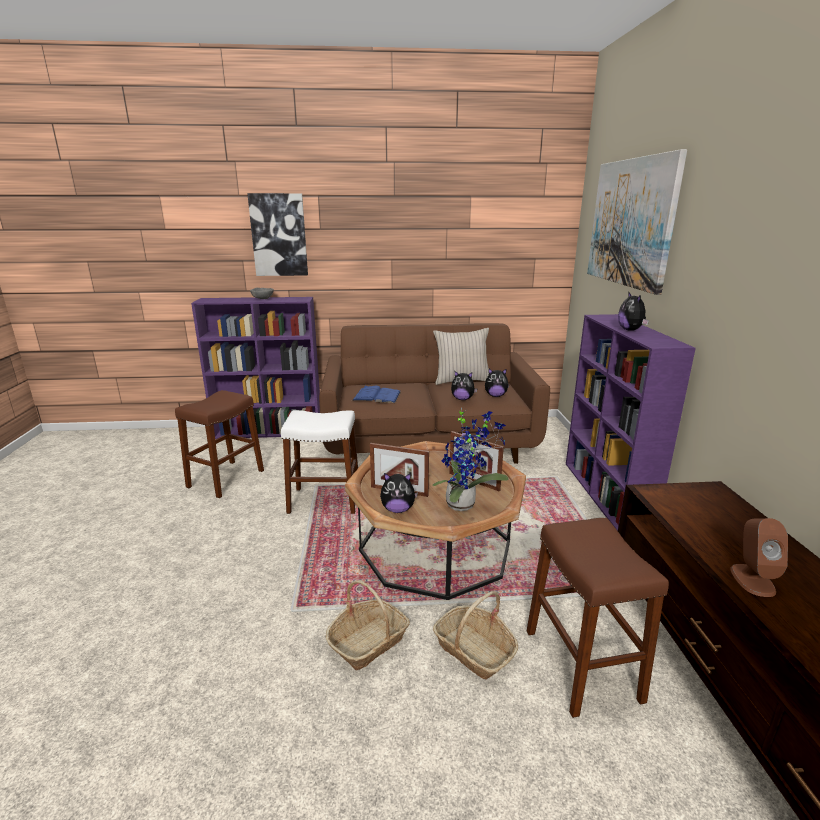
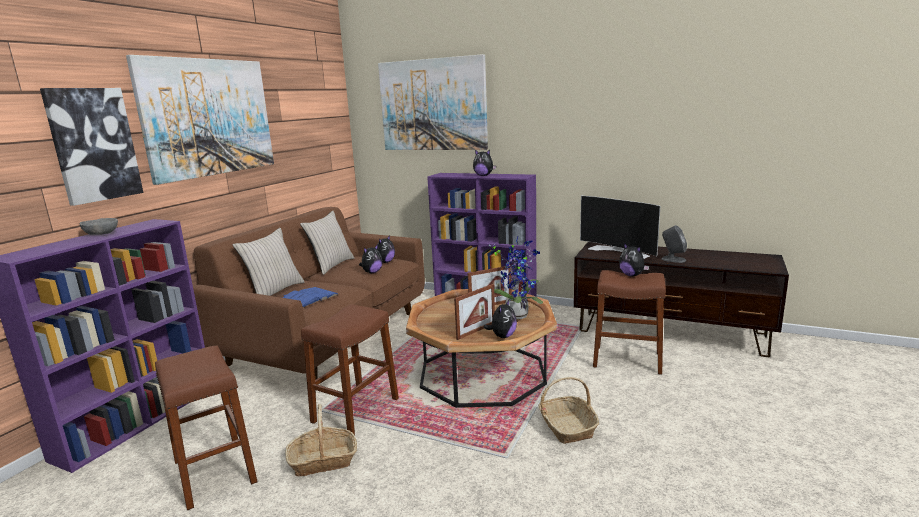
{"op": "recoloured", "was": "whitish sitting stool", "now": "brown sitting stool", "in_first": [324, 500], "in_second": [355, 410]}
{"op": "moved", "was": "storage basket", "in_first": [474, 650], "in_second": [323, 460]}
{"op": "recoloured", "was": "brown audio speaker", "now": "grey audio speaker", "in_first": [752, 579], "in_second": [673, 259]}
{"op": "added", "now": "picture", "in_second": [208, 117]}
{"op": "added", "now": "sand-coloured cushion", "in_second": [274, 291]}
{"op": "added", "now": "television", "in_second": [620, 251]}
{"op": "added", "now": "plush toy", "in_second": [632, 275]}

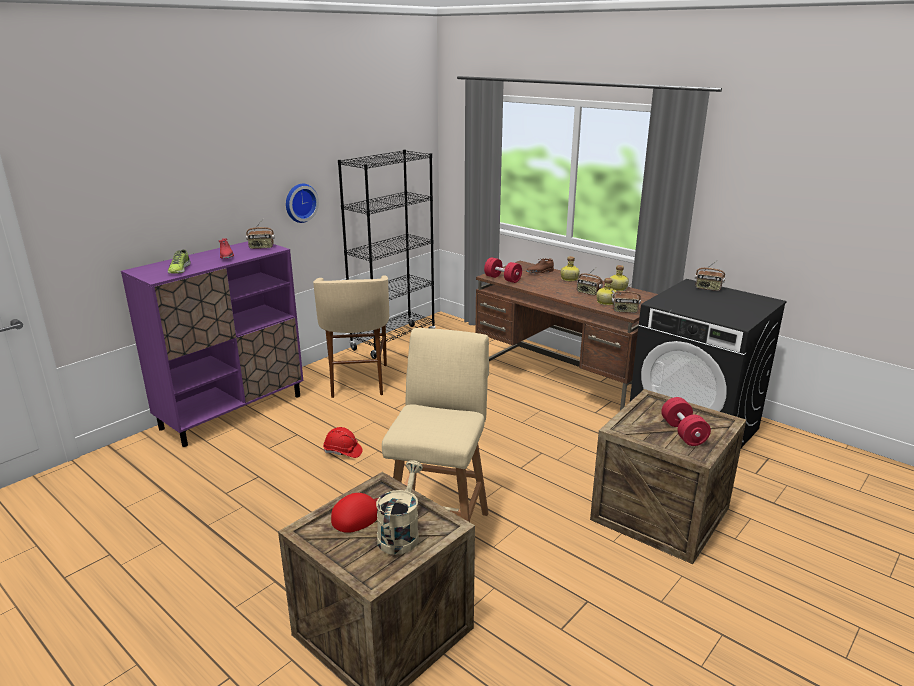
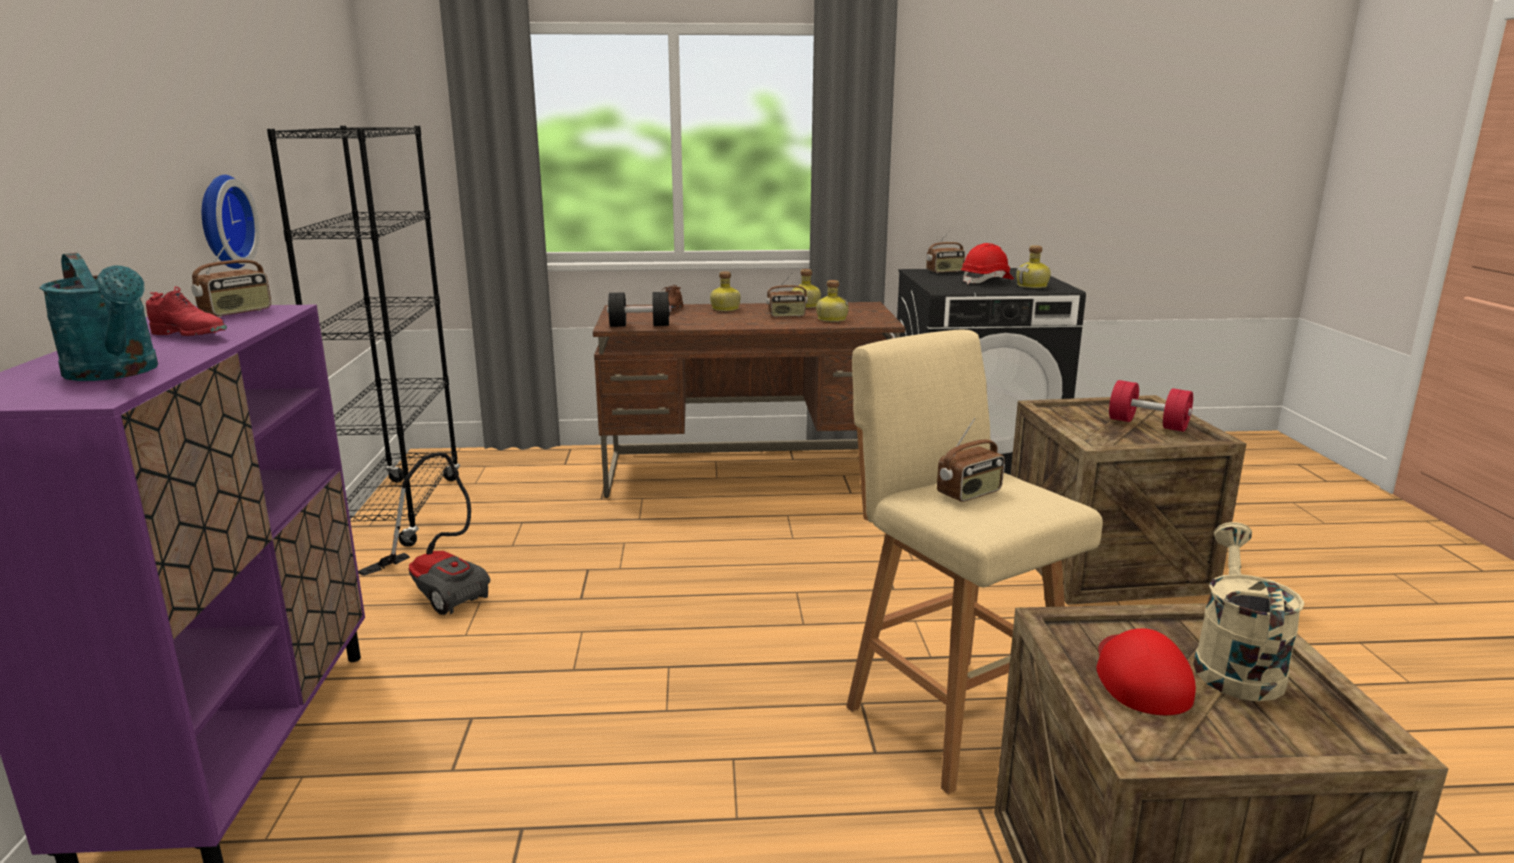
{"op": "replaced", "was": "shoe", "now": "turquoise watering pot", "in_first": [179, 269], "in_second": [117, 373]}
{"op": "replaced", "was": "sand-coloured sitting stool", "now": "vacuum", "in_first": [357, 381], "in_second": [438, 588]}
{"op": "moved", "was": "red-coloured work helmet", "in_first": [343, 452], "in_second": [987, 281]}
{"op": "turned", "was": "sand-coloured watering pot", "in_first": [400, 533], "in_second": [1234, 664], "clockwise": 45}
{"op": "recoloured", "was": "red-coloured free weight", "now": "black-coloured free weight", "in_first": [502, 279], "in_second": [639, 325]}
{"op": "moved", "was": "radio", "in_first": [625, 311], "in_second": [969, 493]}
{"op": "added", "now": "beverage bottle", "in_second": [1033, 286]}

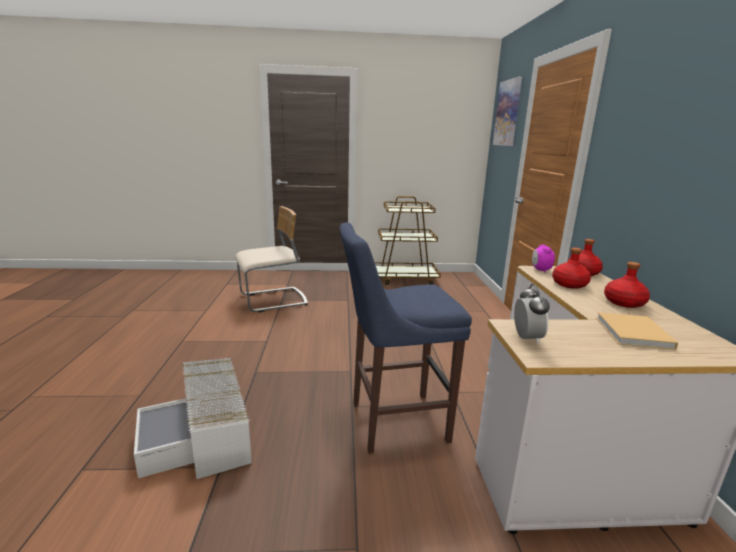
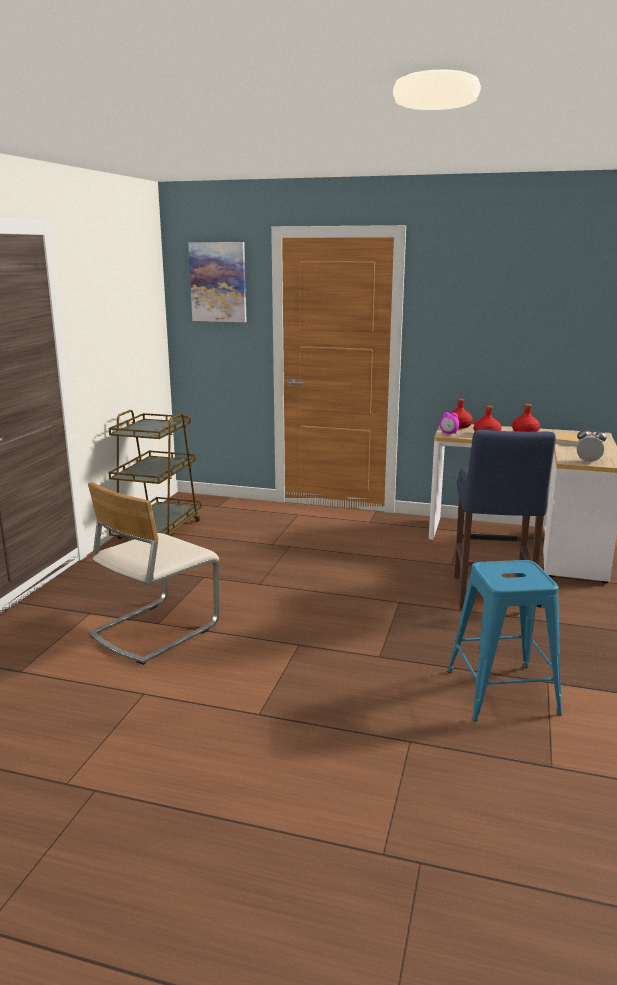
{"op": "replaced", "was": "whitish storage box", "now": "blue-coloured sitting stool", "in_first": [201, 436], "in_second": [501, 692]}
{"op": "turned", "was": "sand-coloured plain chair", "in_first": [273, 300], "in_second": [154, 630], "clockwise": -135}

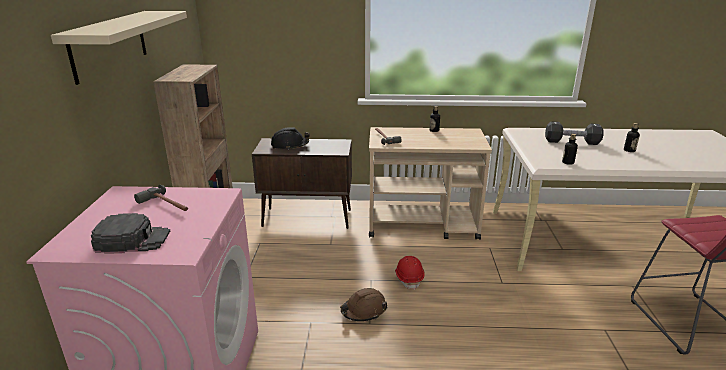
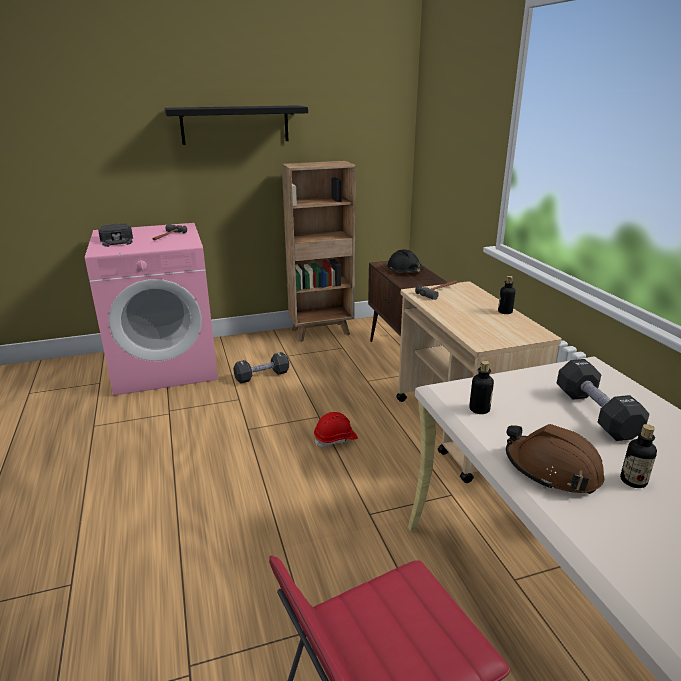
{"op": "recoloured", "was": "sand-coloured shelf", "now": "black-coloured shelf", "in_first": [110, 44], "in_second": [235, 124]}
{"op": "moved", "was": "brown work helmet", "in_first": [364, 311], "in_second": [552, 470]}
{"op": "added", "now": "black-coloured free weight", "in_second": [262, 376]}

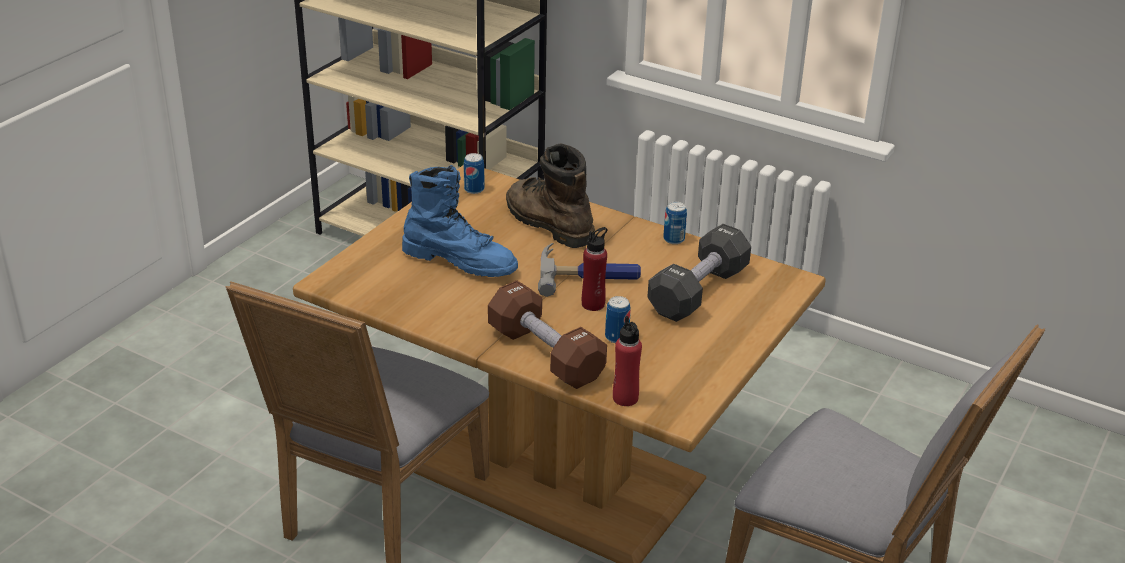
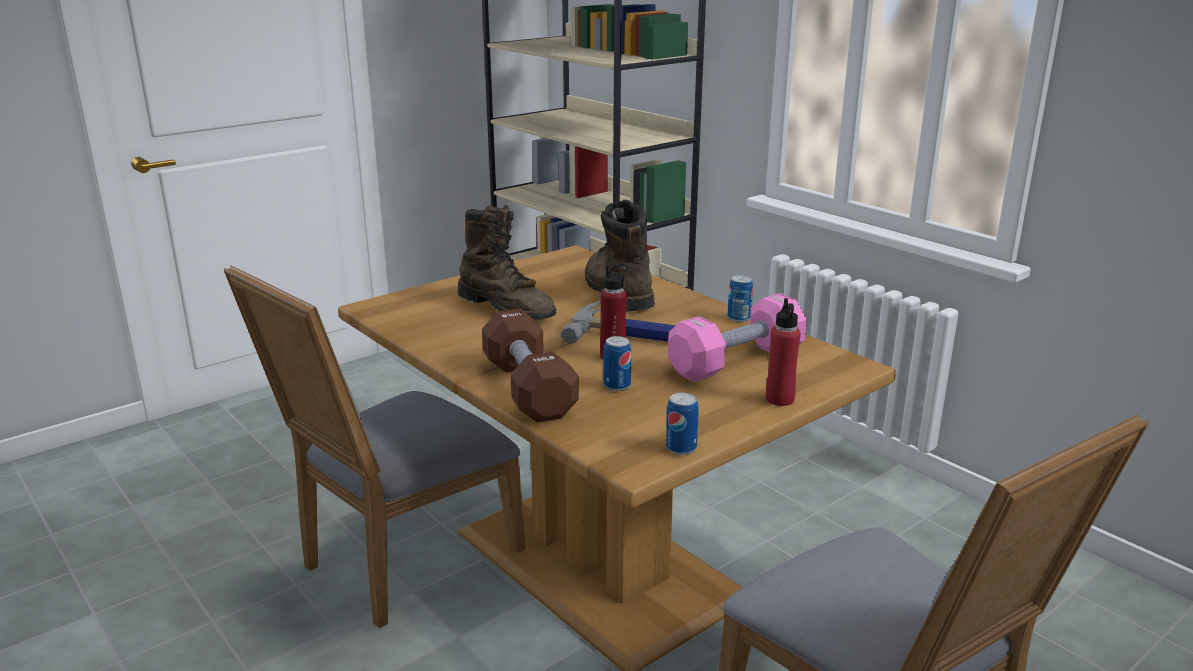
{"op": "recoloured", "was": "blue-coloured boot", "now": "brown boot", "in_first": [460, 261], "in_second": [507, 308]}
{"op": "moved", "was": "metal can", "in_first": [474, 189], "in_second": [681, 448]}
{"op": "moved", "was": "red-coloured beverage bottle", "in_first": [625, 398], "in_second": [779, 399]}
{"op": "recoloured", "was": "black-coloured free weight", "now": "pink-coloured free weight", "in_first": [698, 291], "in_second": [736, 361]}

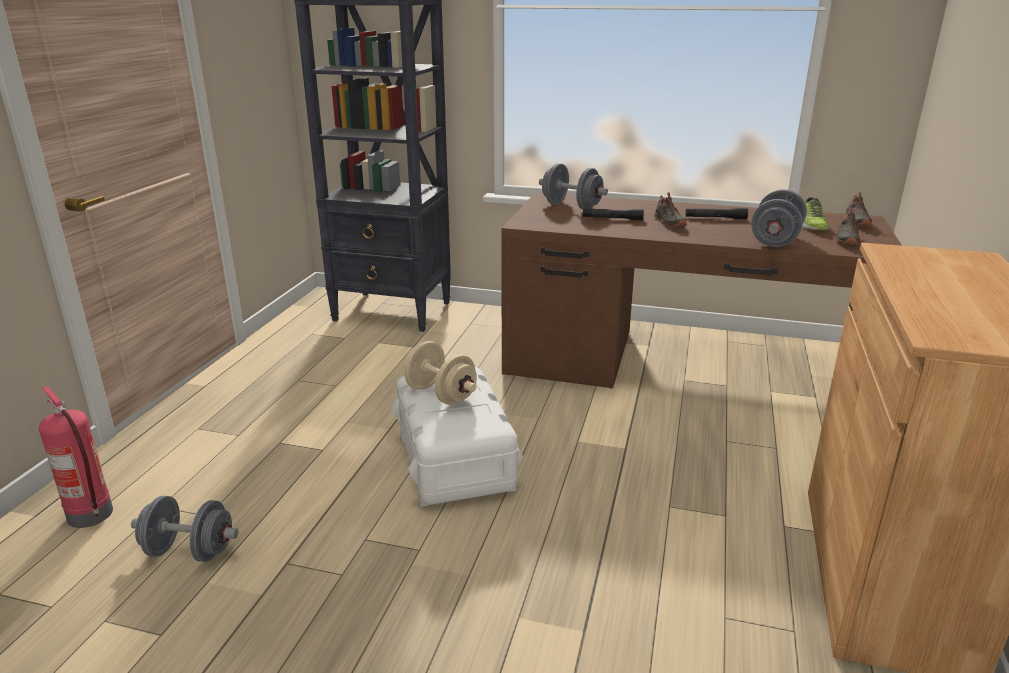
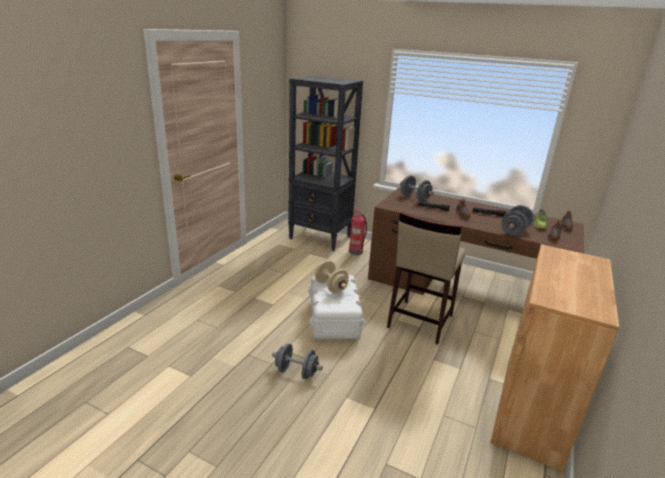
{"op": "moved", "was": "extinguisher", "in_first": [92, 515], "in_second": [356, 252]}
{"op": "moved", "was": "grey free weight", "in_first": [189, 551], "in_second": [296, 372]}
{"op": "added", "now": "sand-coloured sitting stool", "in_second": [419, 321]}

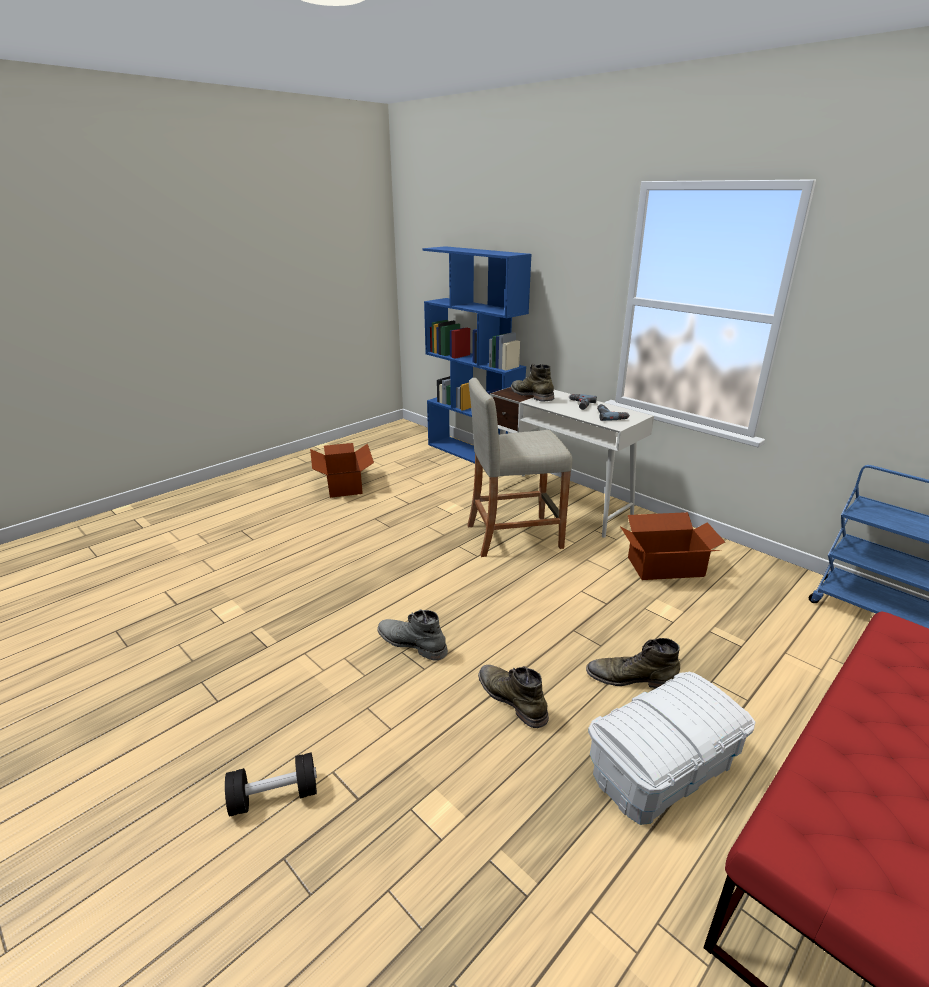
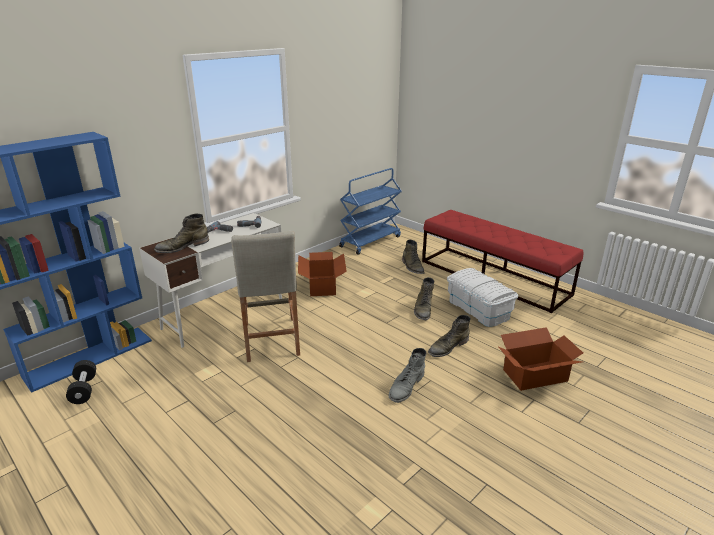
{"op": "moved", "was": "black-coloured free weight", "in_first": [274, 796], "in_second": [84, 389]}
{"op": "moved", "was": "cardboard box", "in_first": [344, 484], "in_second": [534, 375]}
{"op": "added", "now": "green boot", "in_second": [412, 267]}

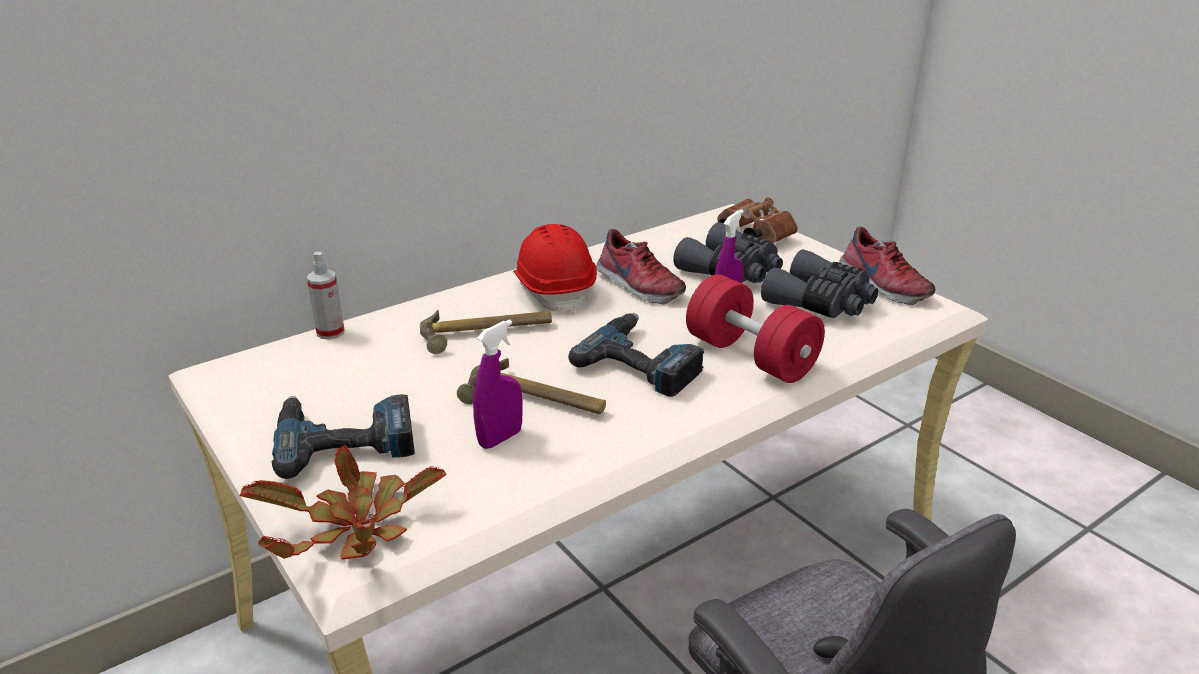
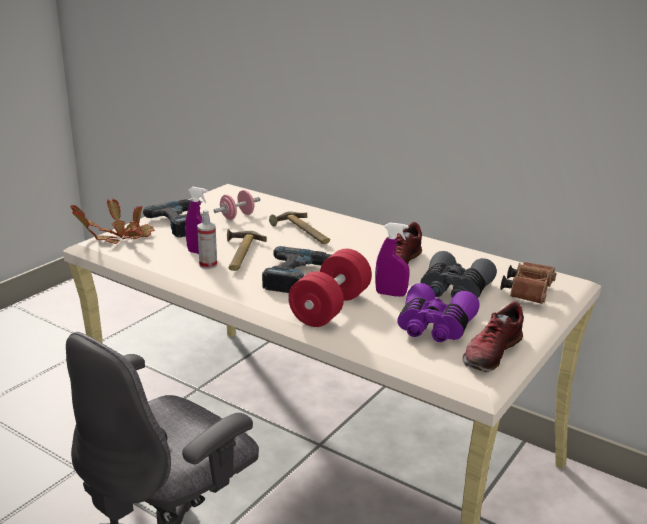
{"op": "moved", "was": "sprayer", "in_first": [330, 332], "in_second": [208, 265]}
{"op": "removed", "was": "red-coloured work helmet", "in_first": [554, 290]}
{"op": "recoloured", "was": "grey field glasses", "now": "purple-coloured field glasses", "in_first": [821, 303], "in_second": [434, 327]}
{"op": "added", "now": "pink-coloured free weight", "in_second": [237, 216]}

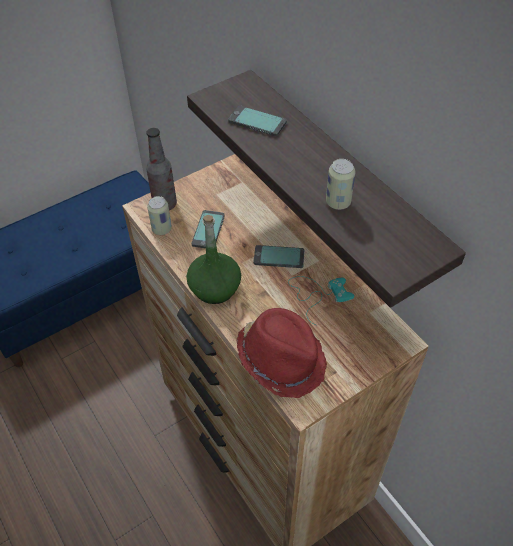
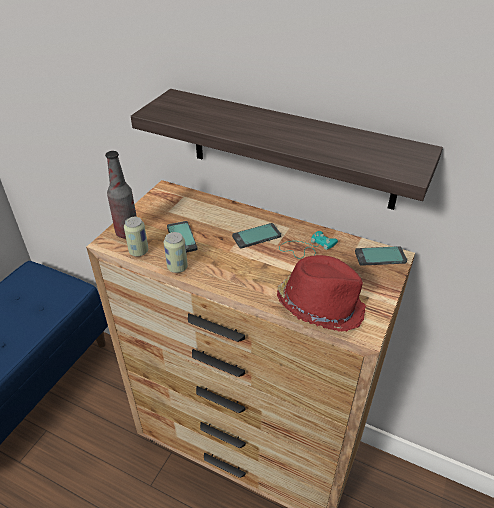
{"op": "removed", "was": "green beverage bottle", "in_first": [214, 288]}
{"op": "moved", "was": "handset", "in_first": [257, 122], "in_second": [380, 257]}
{"op": "moved", "was": "metal can", "in_first": [338, 202], "in_second": [177, 267]}

